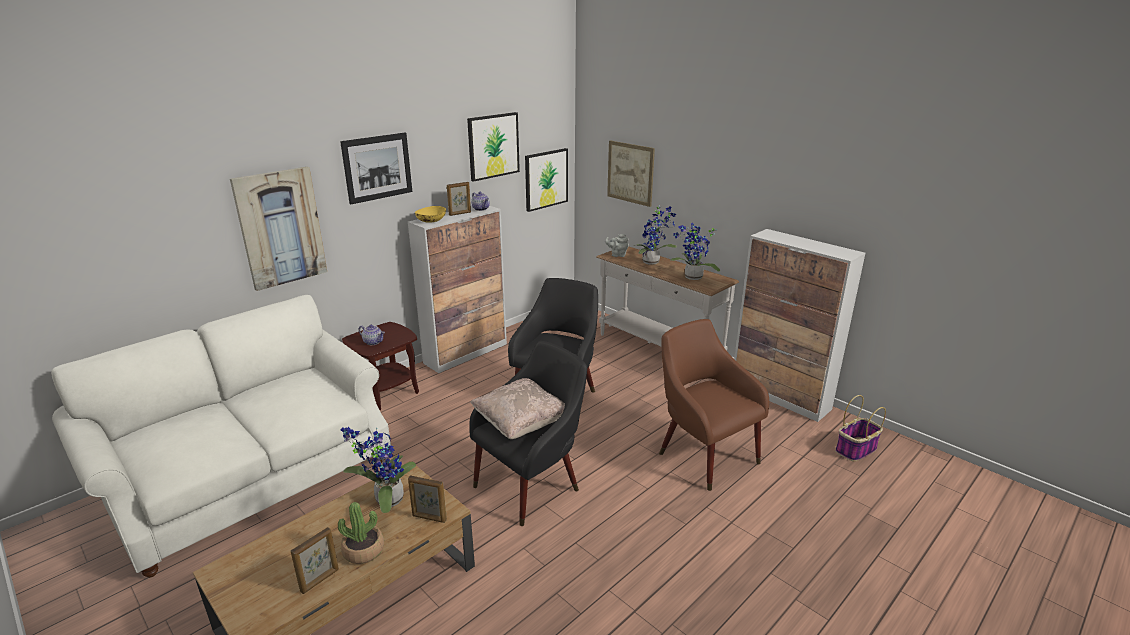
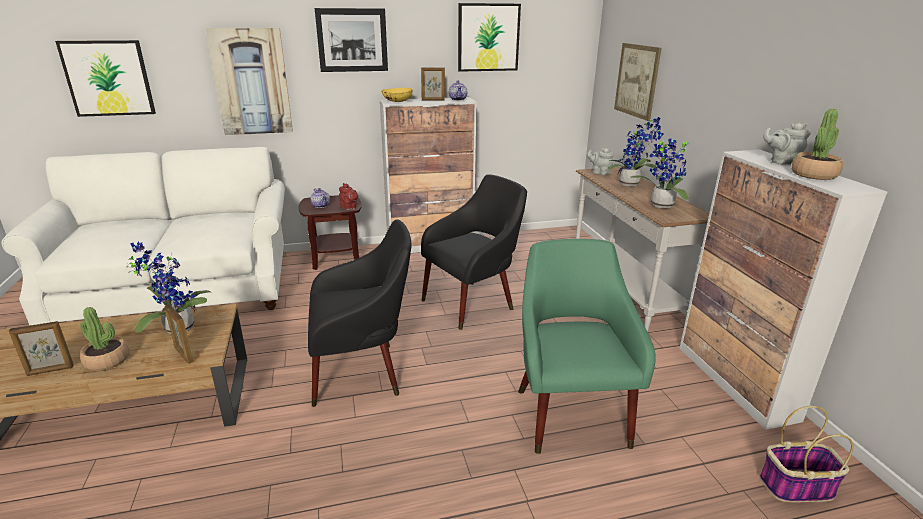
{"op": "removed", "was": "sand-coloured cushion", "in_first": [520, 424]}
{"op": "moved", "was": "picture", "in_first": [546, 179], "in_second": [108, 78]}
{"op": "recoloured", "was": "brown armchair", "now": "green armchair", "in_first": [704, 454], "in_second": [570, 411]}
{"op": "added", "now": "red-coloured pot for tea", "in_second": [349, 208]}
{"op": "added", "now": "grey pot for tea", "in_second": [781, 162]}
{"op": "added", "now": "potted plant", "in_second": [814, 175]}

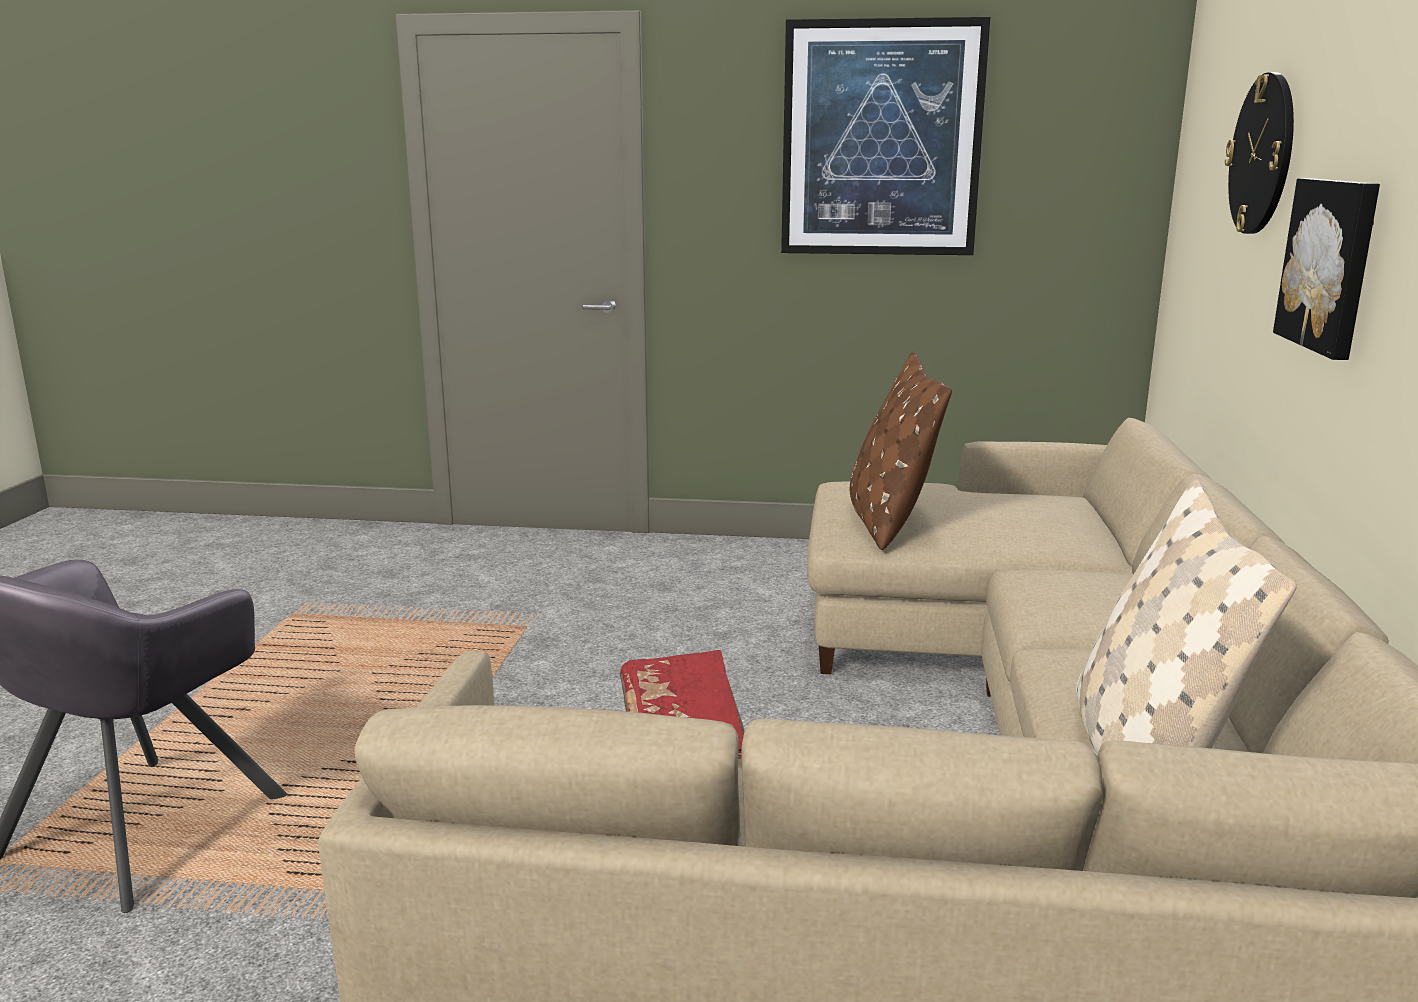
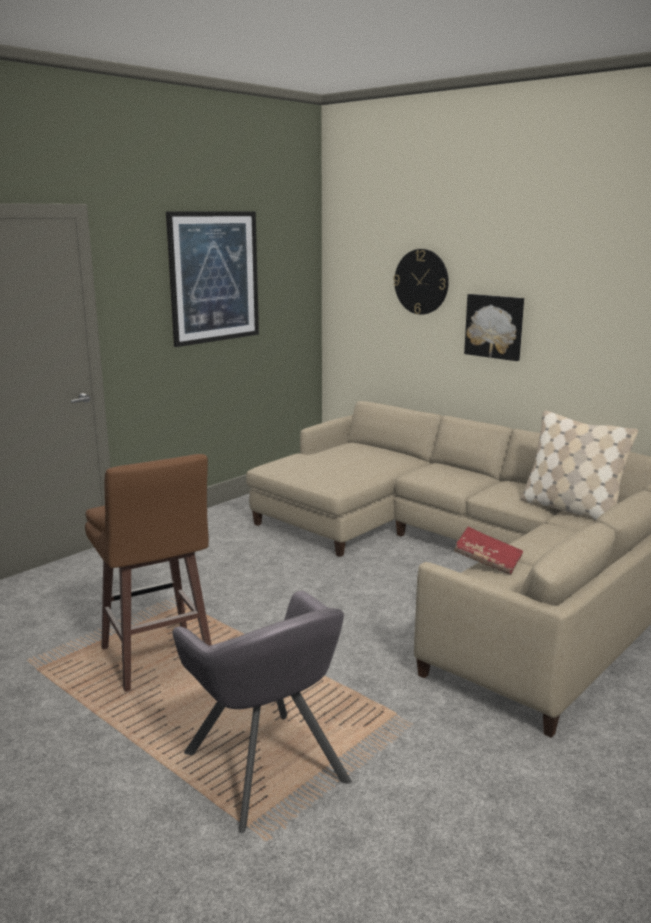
{"op": "removed", "was": "brown cushion", "in_first": [888, 521]}
{"op": "added", "now": "brown sitting stool", "in_second": [157, 659]}

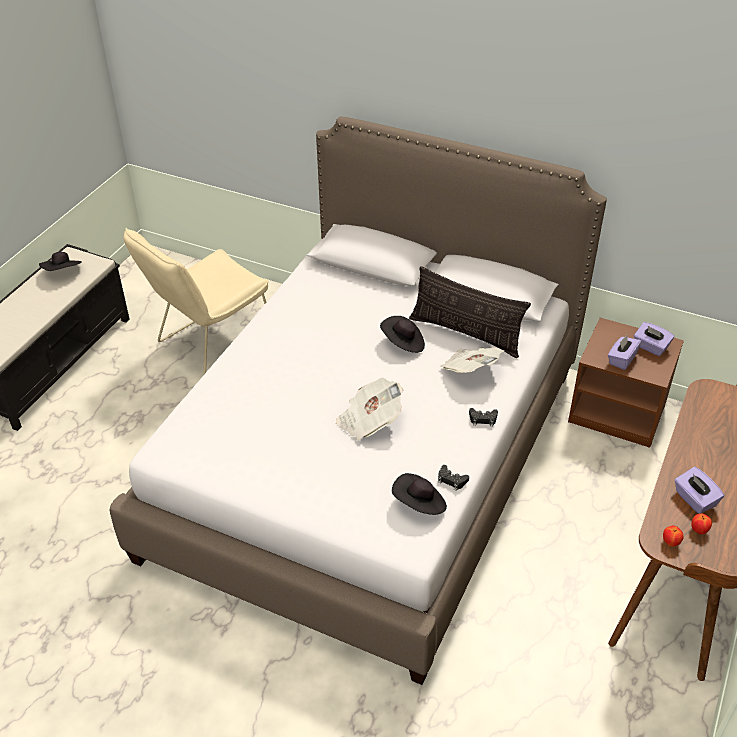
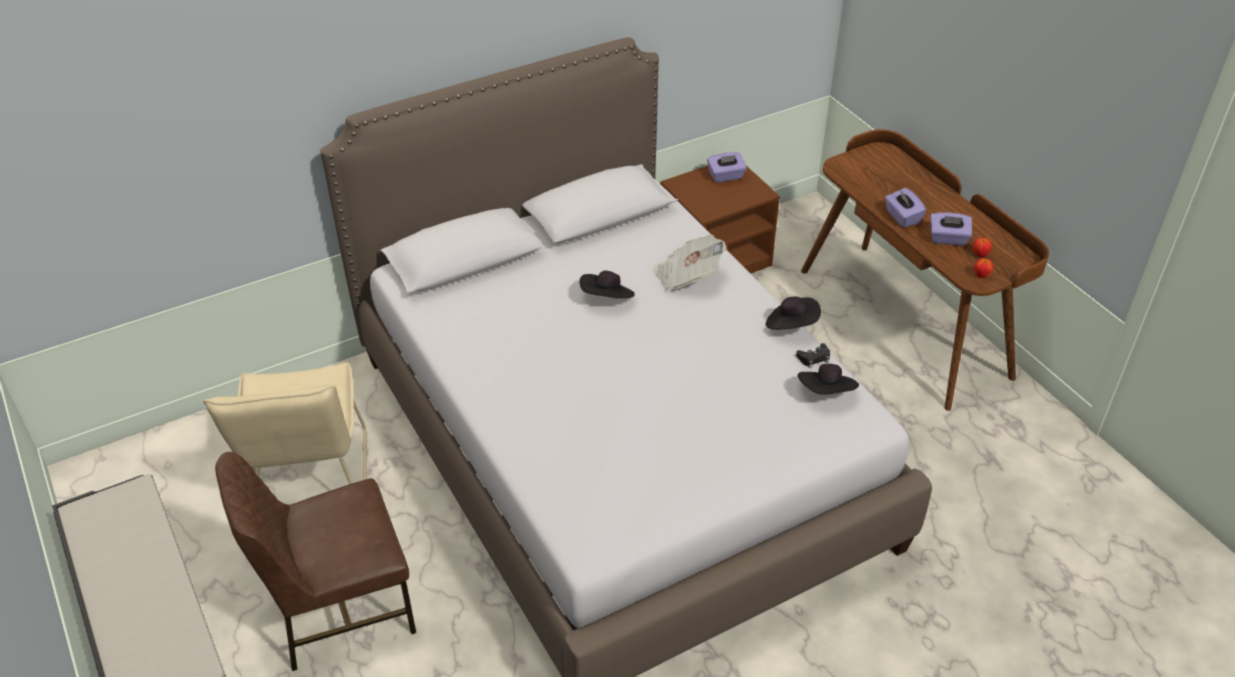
{"op": "moved", "was": "black-coloured clothing hat", "in_first": [63, 272], "in_second": [791, 325]}
{"op": "removed", "was": "daily paper", "in_first": [369, 421]}
{"op": "removed", "was": "cushion", "in_first": [466, 333]}
{"op": "removed", "was": "black-coloured joypad", "in_first": [483, 419]}
{"op": "moved", "was": "purple-coloured tissue box", "in_first": [622, 359], "in_second": [902, 217]}
{"op": "added", "now": "brown plain chair", "in_second": [338, 609]}

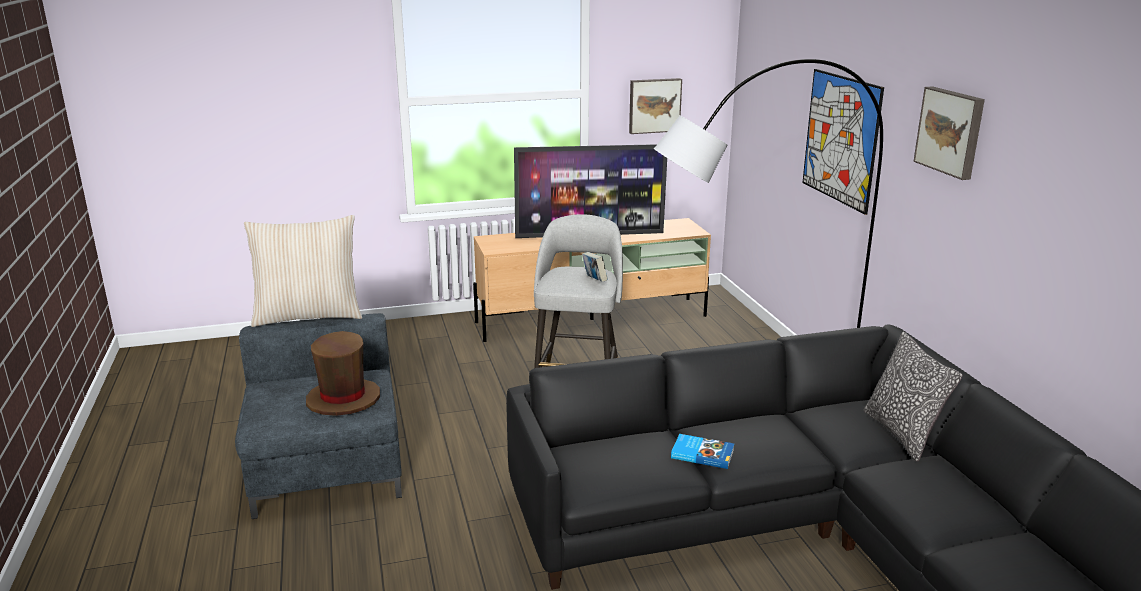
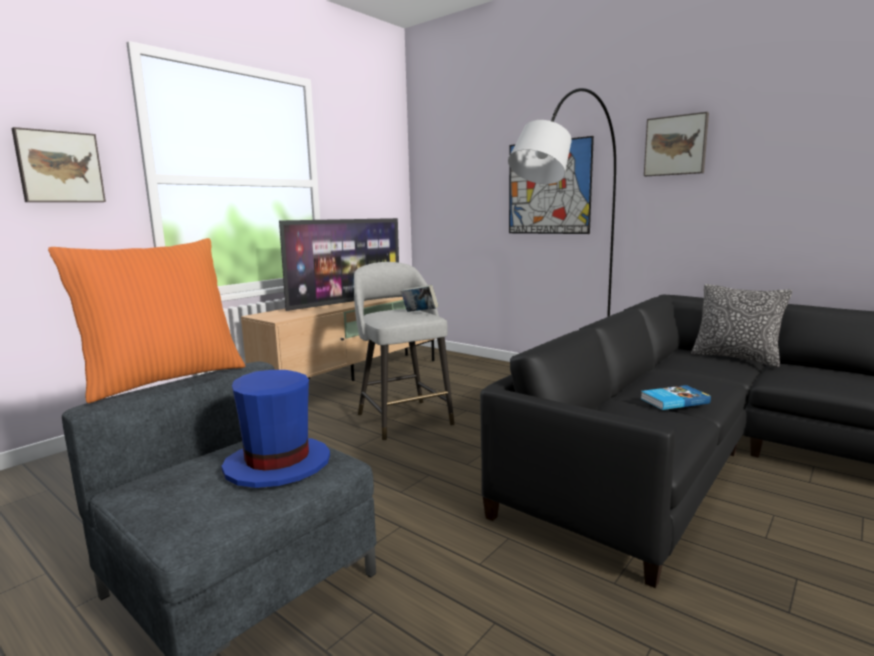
{"op": "recoloured", "was": "sand-coloured cushion", "now": "orange-coloured cushion", "in_first": [308, 316], "in_second": [164, 379]}
{"op": "recoloured", "was": "brown clothing hat", "now": "blue-coloured clothing hat", "in_first": [343, 399], "in_second": [277, 465]}
{"op": "moved", "was": "picture", "in_first": [654, 105], "in_second": [59, 167]}

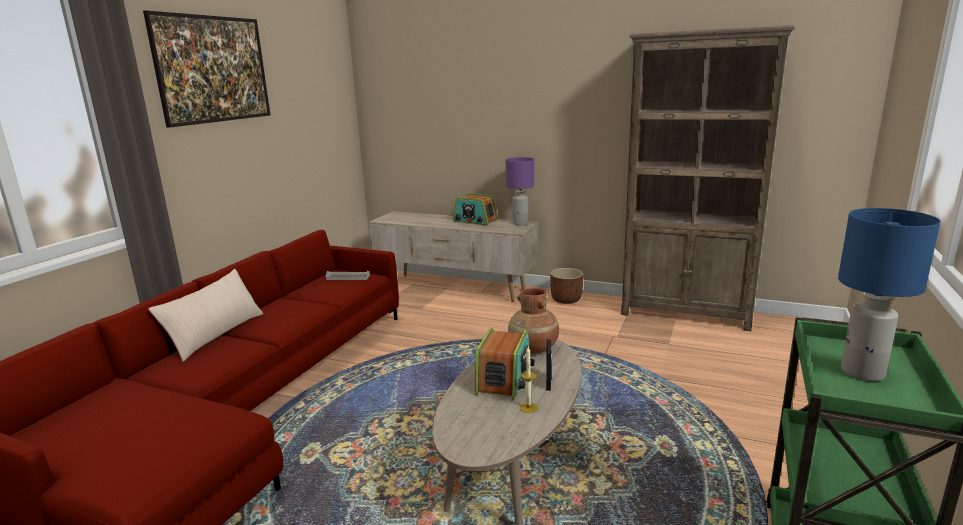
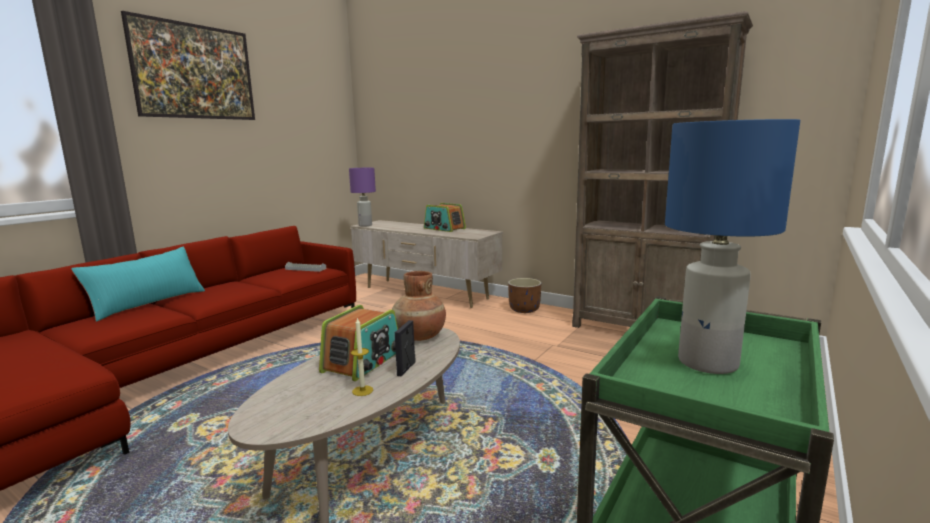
{"op": "recoloured", "was": "sand-coloured cushion", "now": "turquoise cushion", "in_first": [215, 334], "in_second": [148, 303]}
{"op": "moved", "was": "purple-coloured table lamp", "in_first": [520, 224], "in_second": [365, 225]}

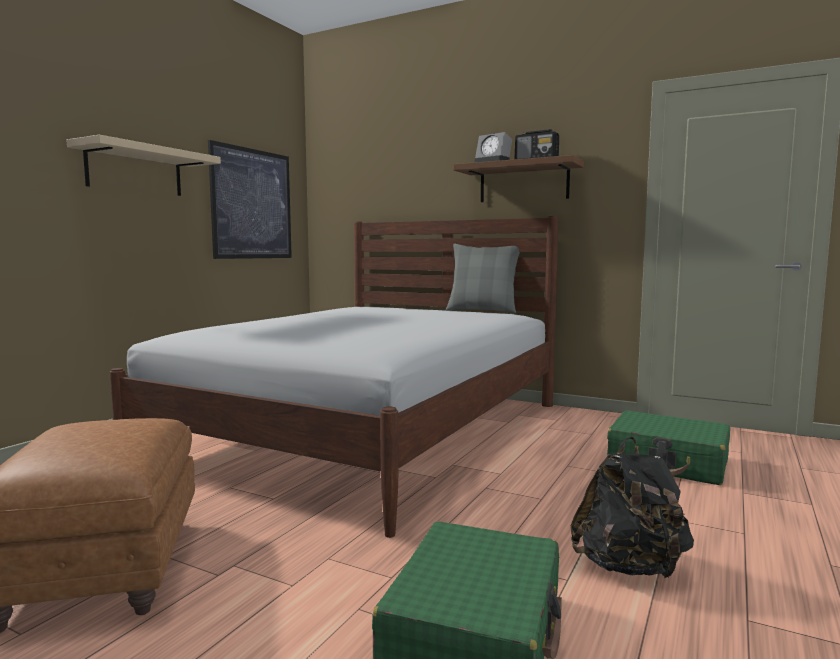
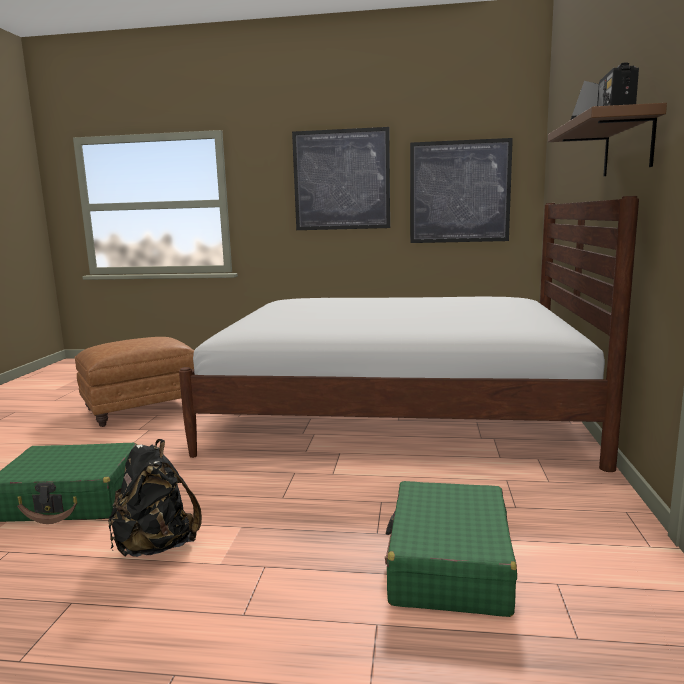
{"op": "replaced", "was": "sand-coloured shelf", "now": "picture", "in_first": [135, 171], "in_second": [341, 180]}
{"op": "removed", "was": "grey cushion", "in_first": [482, 311]}

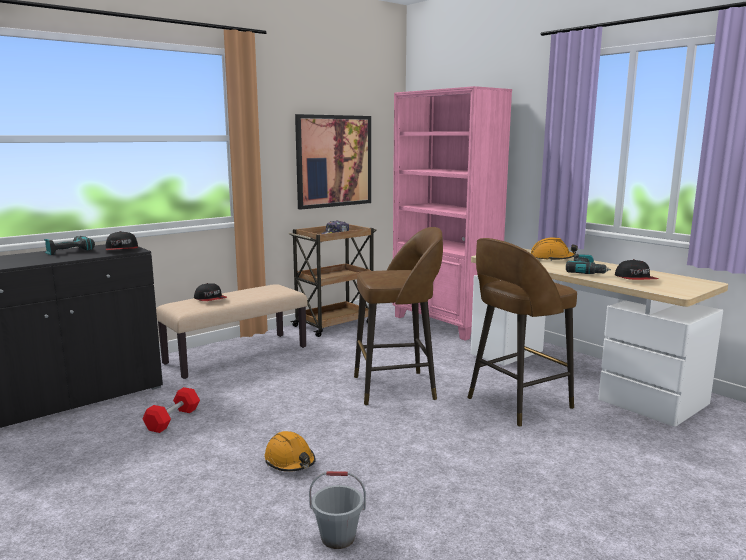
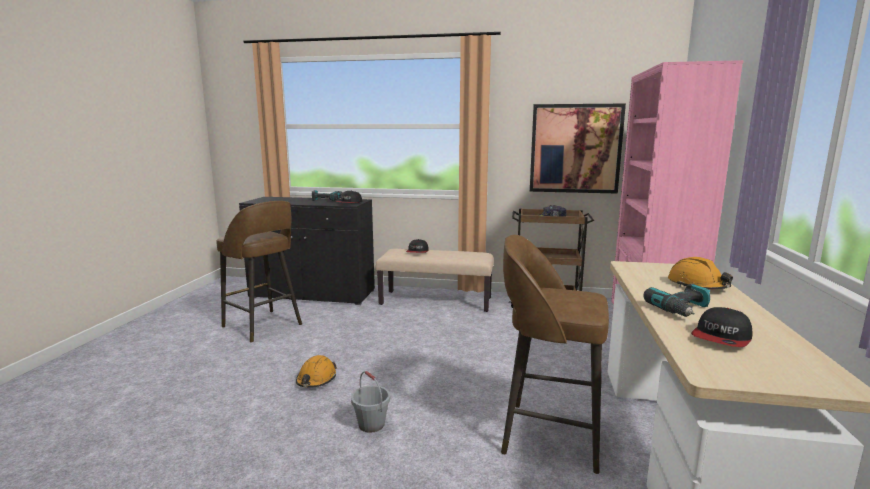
{"op": "removed", "was": "red-coloured free weight", "in_first": [173, 419]}
{"op": "moved", "was": "grey pail", "in_first": [337, 538], "in_second": [371, 424]}
{"op": "moved", "was": "brown sitting stool", "in_first": [397, 388], "in_second": [263, 326]}

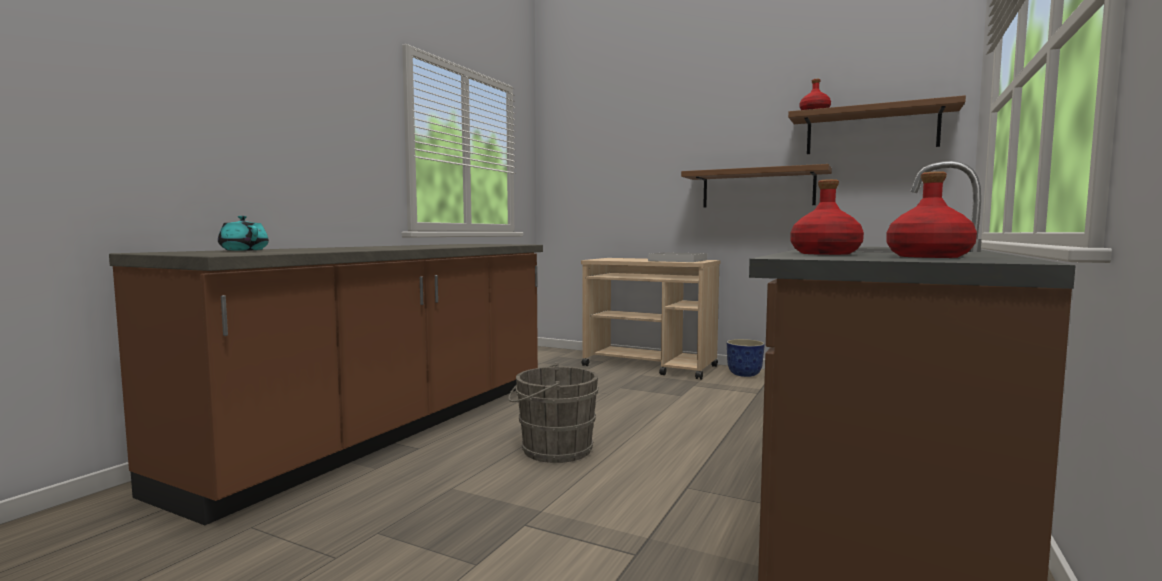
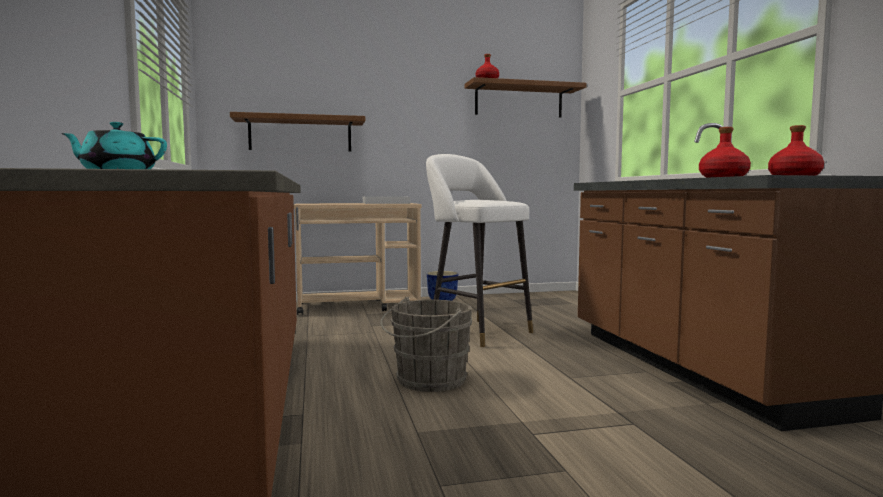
{"op": "moved", "was": "brown shelf", "in_first": [757, 188], "in_second": [300, 134]}
{"op": "added", "now": "whitish sitting stool", "in_second": [476, 331]}

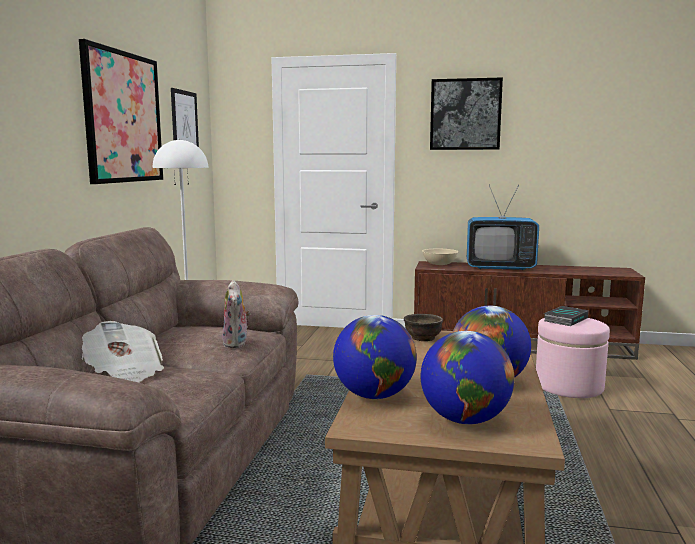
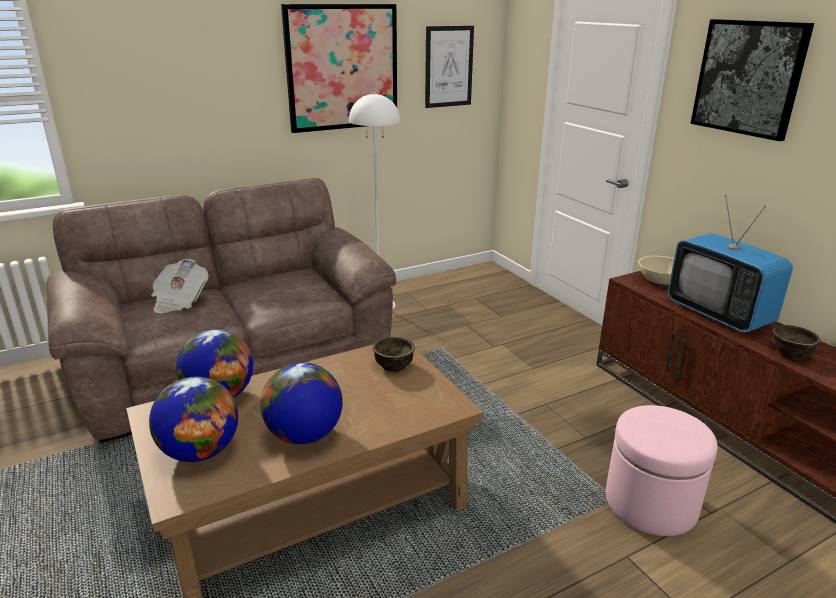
{"op": "removed", "was": "plush toy", "in_first": [237, 343]}
{"op": "removed", "was": "bound book", "in_first": [565, 319]}
{"op": "added", "now": "brown deep dish", "in_second": [790, 354]}

